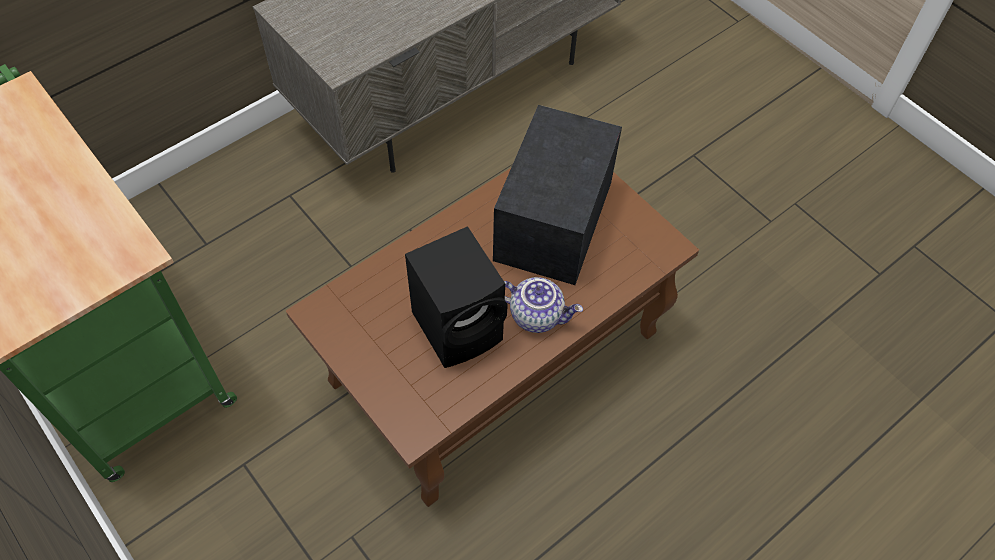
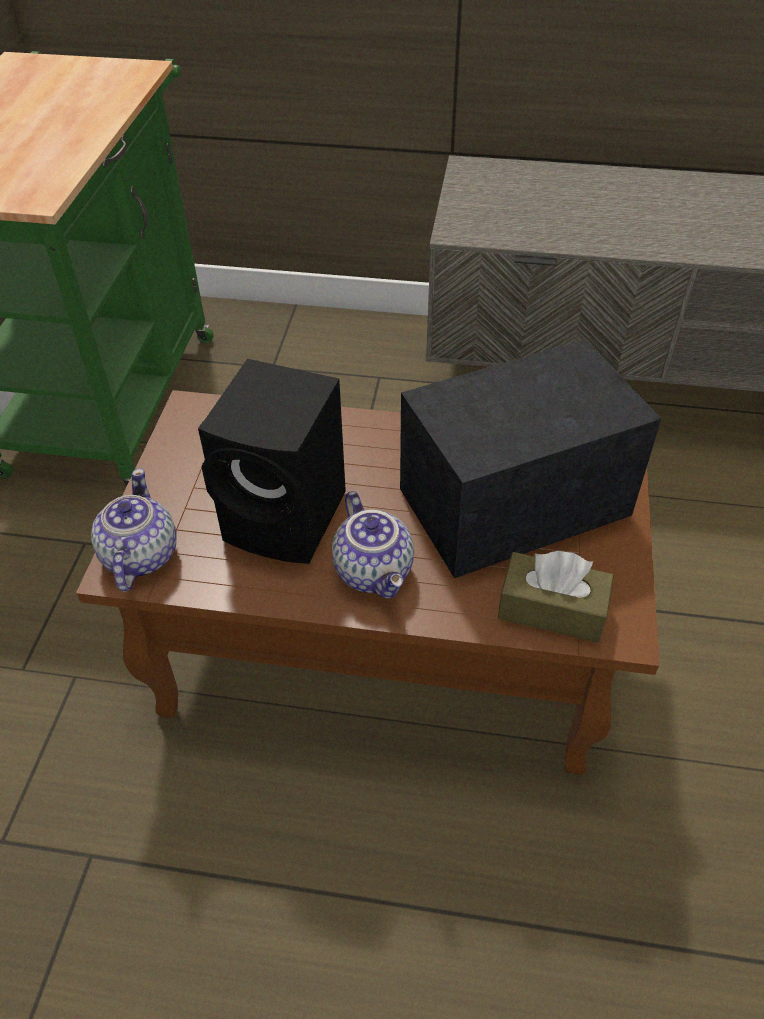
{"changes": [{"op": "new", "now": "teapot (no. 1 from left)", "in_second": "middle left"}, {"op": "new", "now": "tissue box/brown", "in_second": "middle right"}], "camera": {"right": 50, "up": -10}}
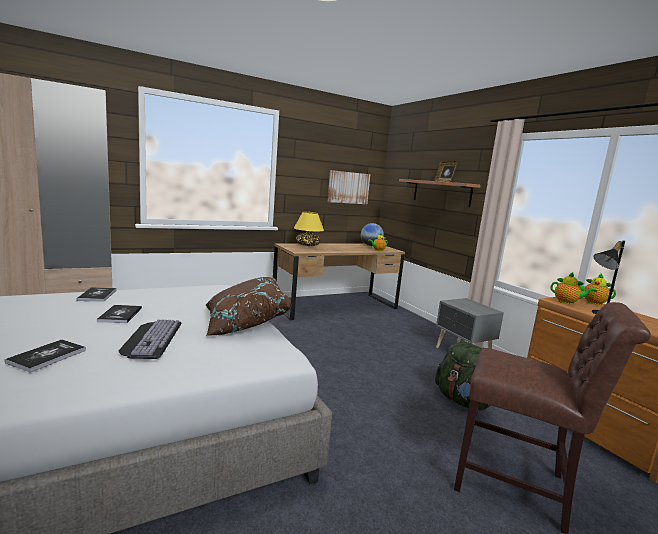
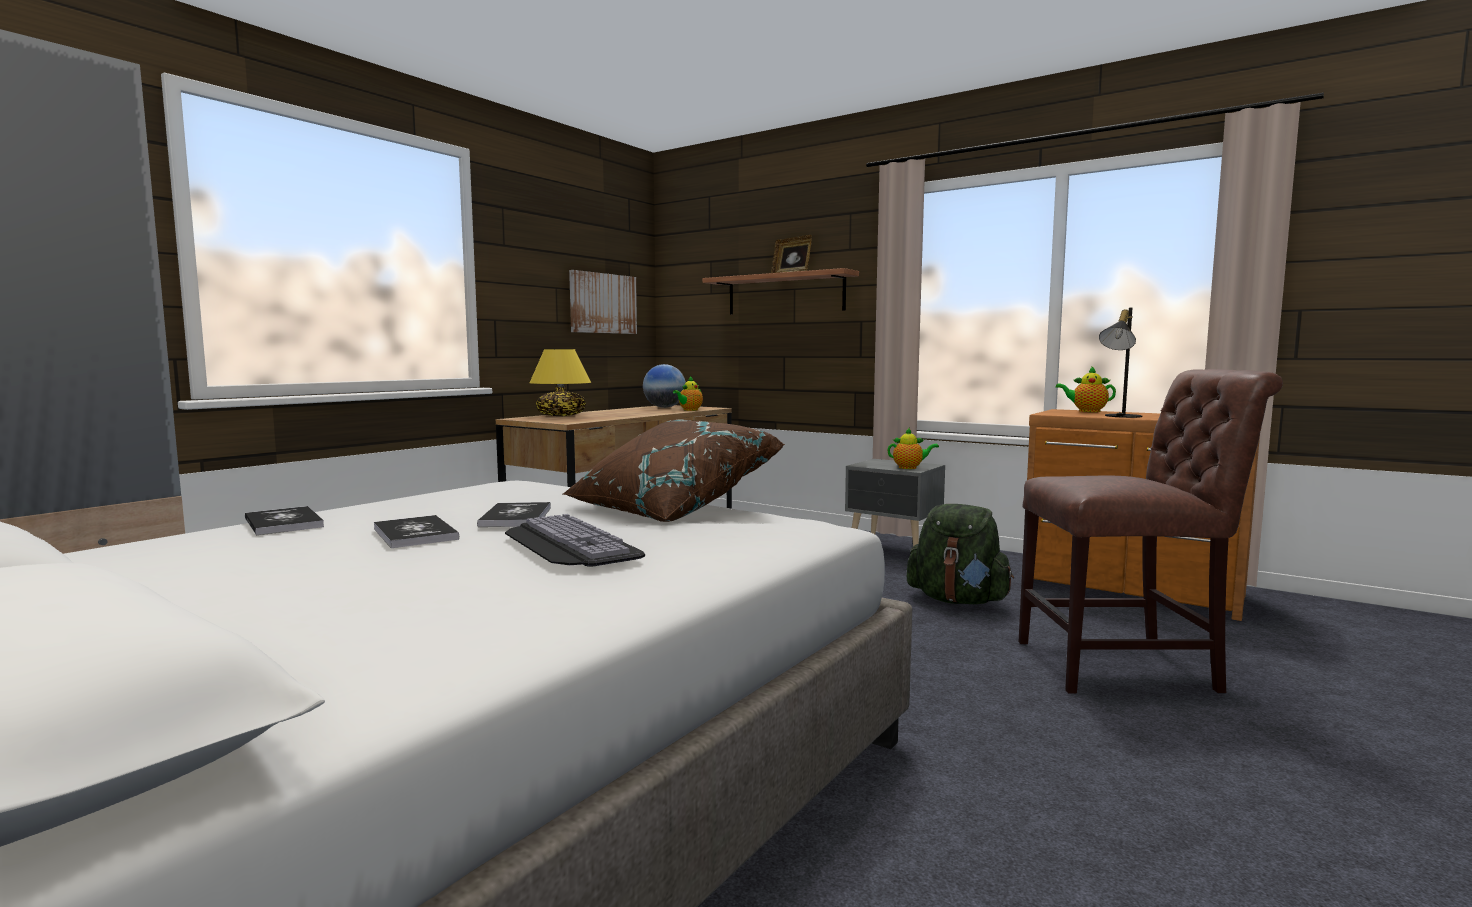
{"changes": [{"op": "shifted", "was": "teapot (no. 2 from left)", "in_first": "middle right", "in_second": "centre"}, {"op": "shifted", "was": "book (no. 1 from left in the first image)", "now": "book (no. 3 from left)", "in_first": "bottom left", "in_second": "centre"}], "camera": {"right": -25, "up": -5}}
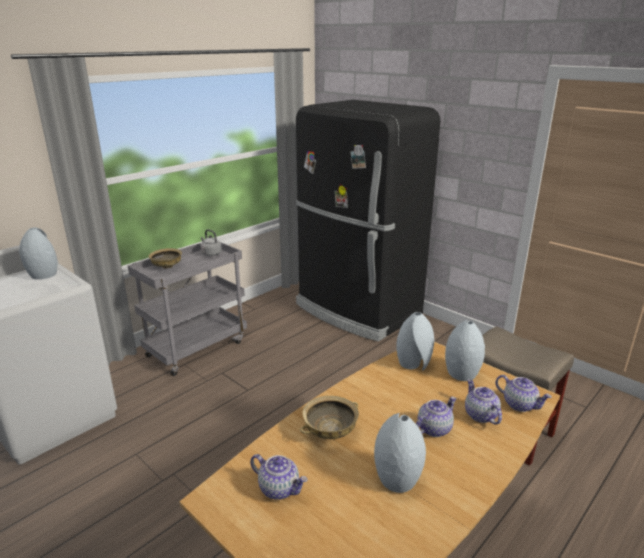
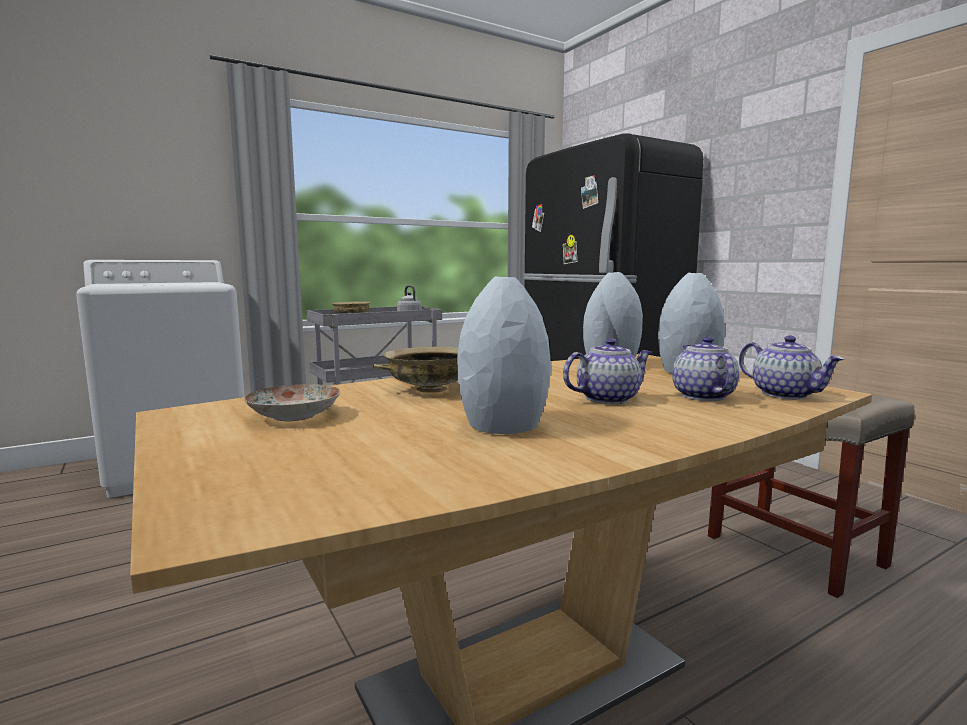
{"changes": [{"op": "gone", "was": "vase/grey (no. 1 from left)", "in_first": "middle left"}, {"op": "swapped", "was": "teapot (no. 1 from left)", "now": "plate", "in_first": "bottom centre", "in_second": "middle left"}], "camera": {"right": 15, "up": -15}}
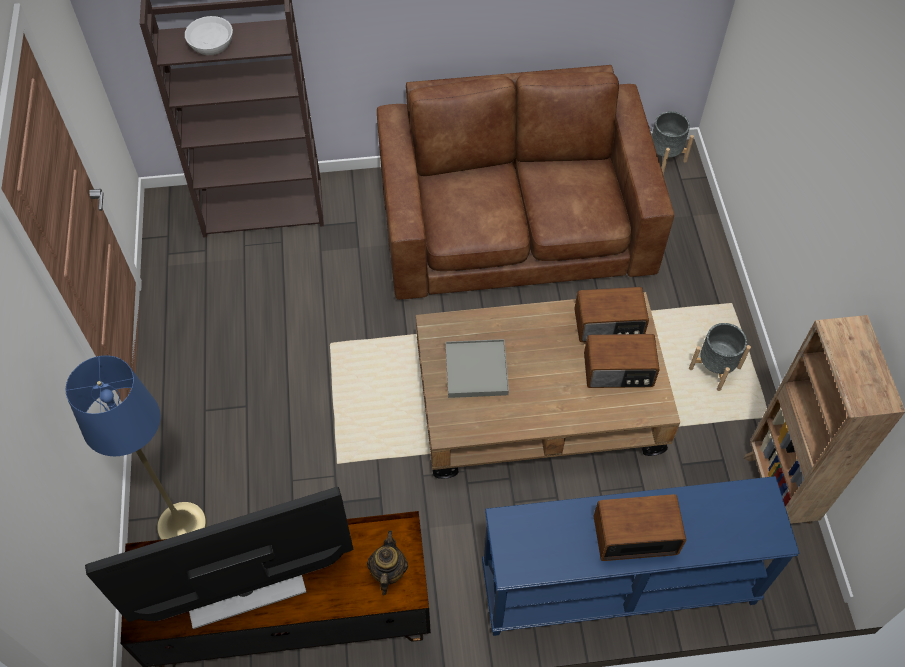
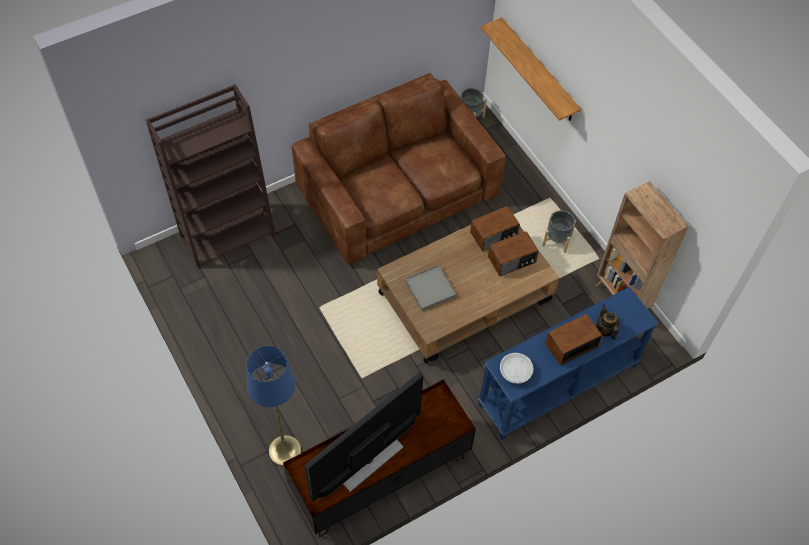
{"changes": [{"op": "shifted", "was": "bowl/white", "in_first": "top left", "in_second": "bottom centre"}, {"op": "shifted", "was": "teapot", "in_first": "bottom centre", "in_second": "middle right"}, {"op": "new", "now": "shelf", "in_second": "top centre"}], "camera": {"right": -25, "up": 0}}
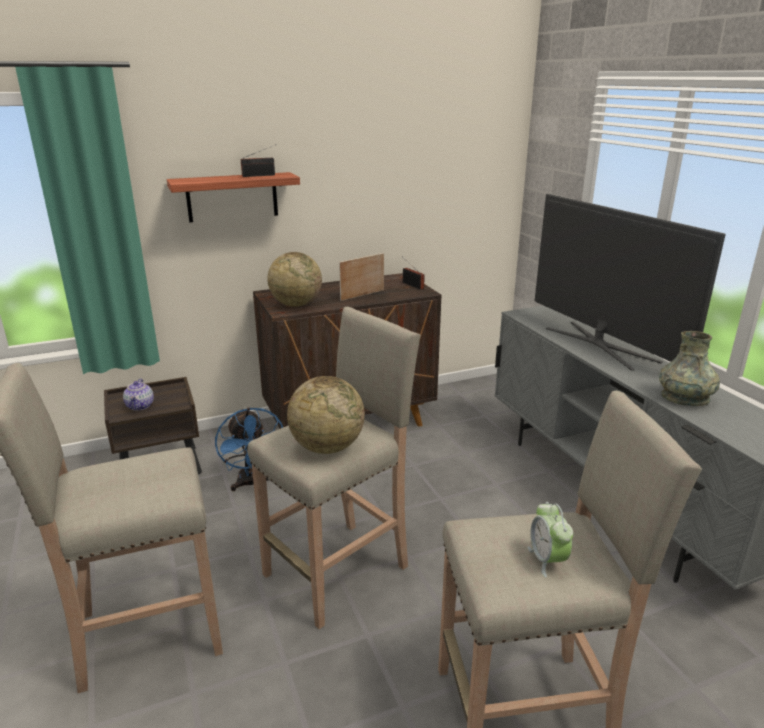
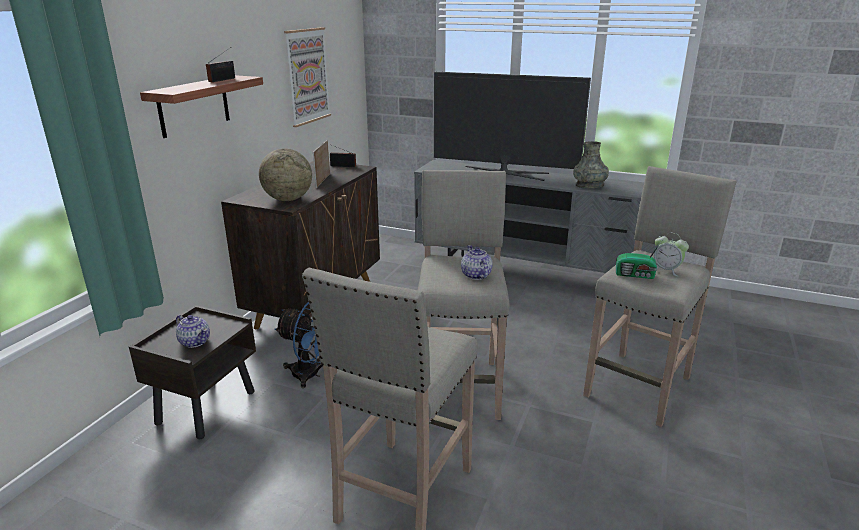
{"changes": [{"op": "swapped", "was": "globe (no. 2 from left)", "now": "teapot (no. 2 from left)", "in_first": "centre", "in_second": "centre"}, {"op": "new", "now": "picture", "in_second": "top centre"}, {"op": "new", "now": "radio (no. 3 from left)", "in_second": "middle right"}], "camera": {"right": -45, "up": 0}}
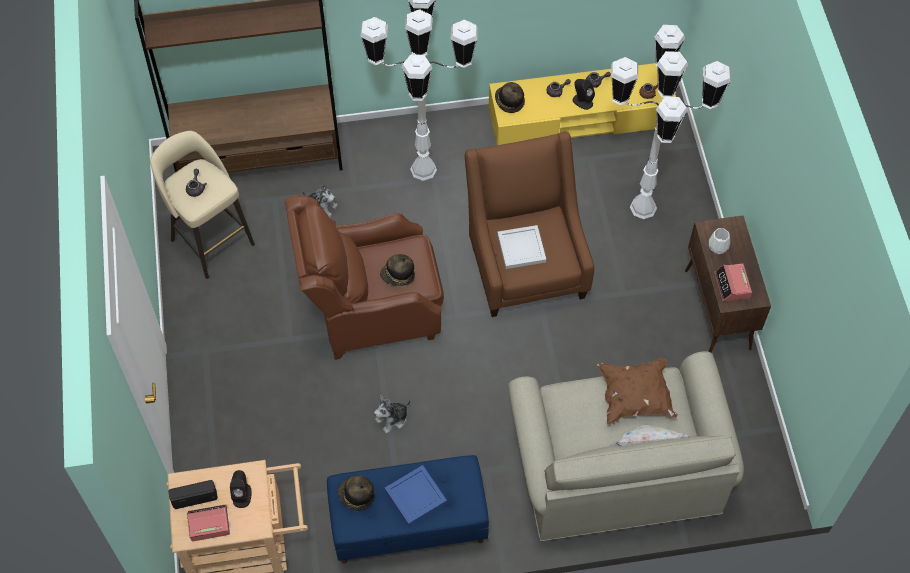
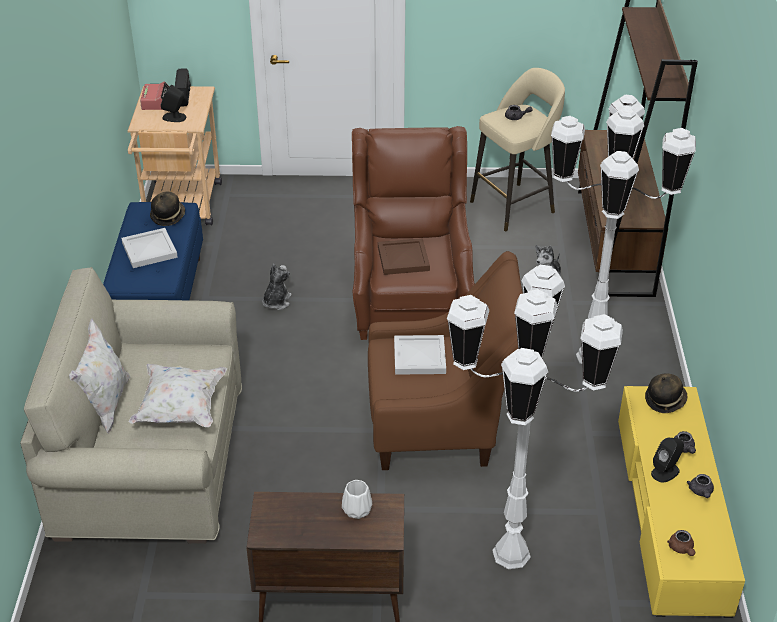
{"changes": [{"op": "swapped", "was": "hat (no. 2 from left)", "now": "tray/brown", "in_first": "centre", "in_second": "centre"}, {"op": "gone", "was": "alarm clock (no. 2 from left)", "in_first": "middle right"}, {"op": "repainted", "was": "pillow/brown", "now": "pillow/white (no. 2 from left)", "in_first": "bottom right", "in_second": "middle left"}, {"op": "rotated", "was": "plush toy (no. 2 from left in the first image)", "in_first": "bottom centre", "in_second": "centre", "clockwise": 45}, {"op": "repainted", "was": "tray/blue", "now": "tray/white (no. 1 from left)", "in_first": "bottom centre", "in_second": "middle left"}], "camera": {"right": 100, "up": -20}}
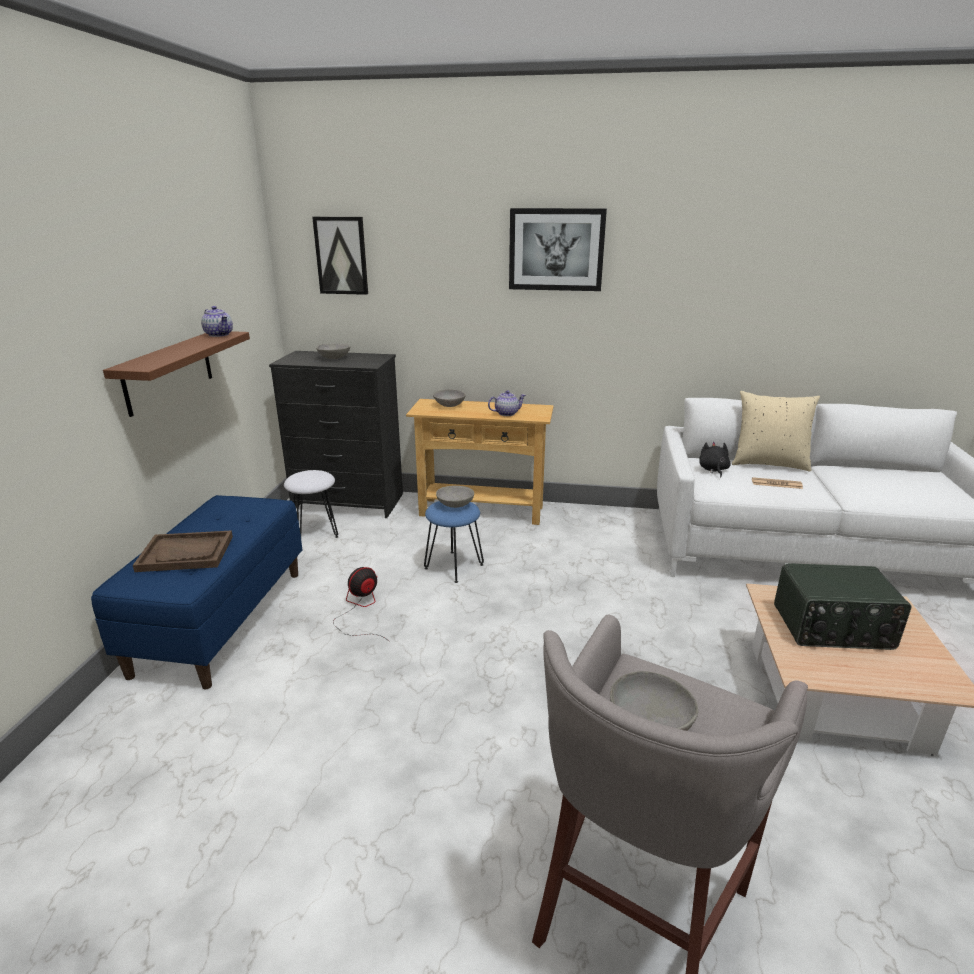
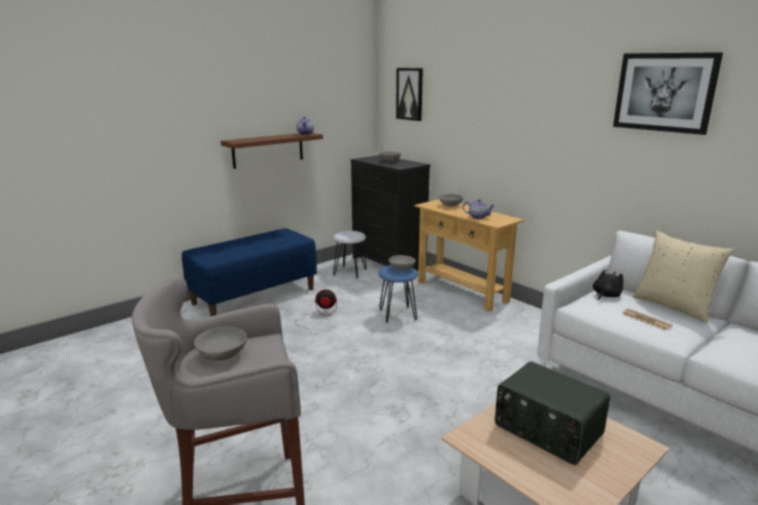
{"changes": [{"op": "shifted", "was": "picture (no. 2 from left)", "in_first": "top centre", "in_second": "top right"}, {"op": "gone", "was": "tray/brown", "in_first": "middle left"}], "camera": {"right": 40, "up": -5}}
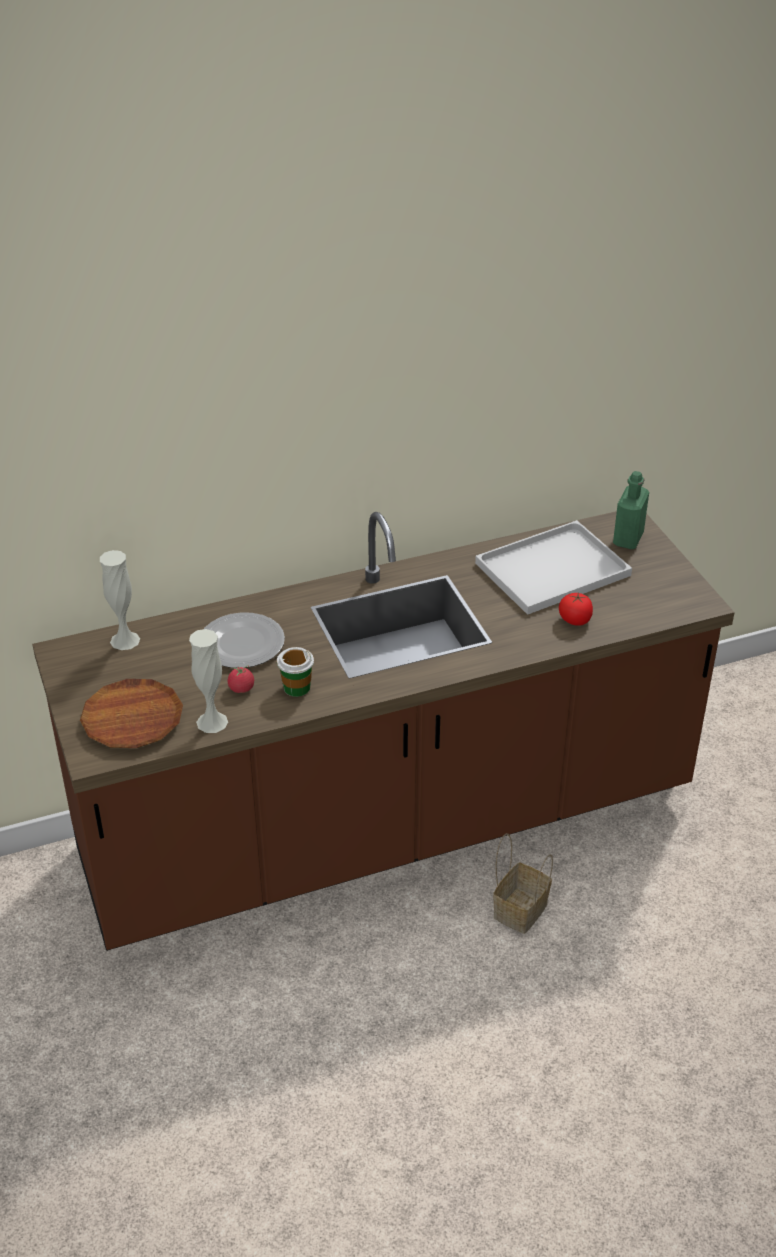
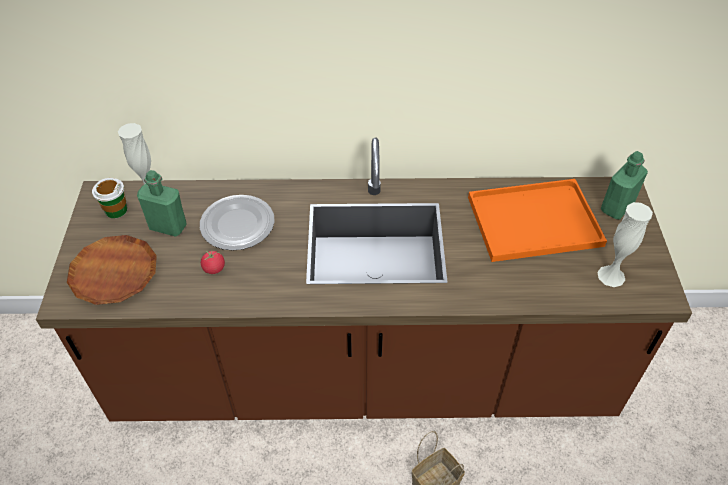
{"changes": [{"op": "repainted", "was": "tray/white", "now": "tray/orange", "in_first": "middle right", "in_second": "middle right"}, {"op": "gone", "was": "tomato (no. 2 from left)", "in_first": "middle right"}, {"op": "shifted", "was": "vase/white (no. 2 from left)", "in_first": "middle left", "in_second": "middle right"}, {"op": "shifted", "was": "cup", "in_first": "centre", "in_second": "middle left"}, {"op": "new", "now": "bottle/green (no. 1 from left)", "in_second": "middle left"}], "camera": {"right": 20, "up": 10}}
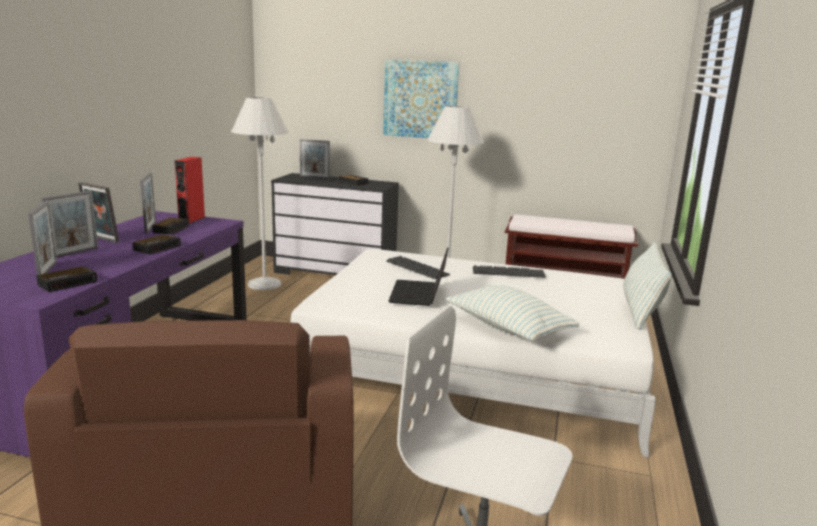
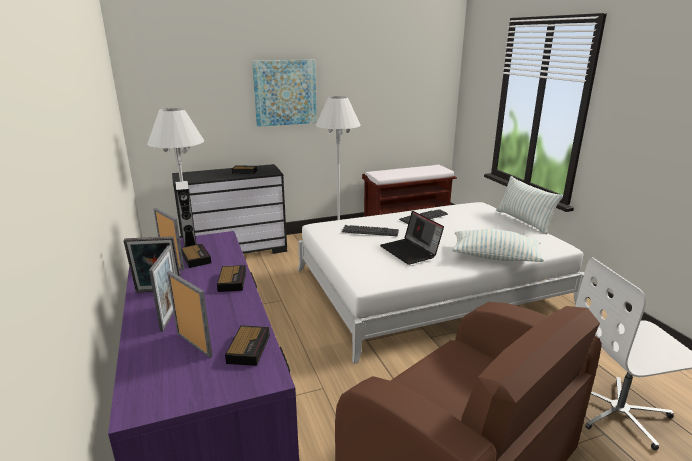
{"changes": [{"op": "gone", "was": "picture frame (no. 5 from left)", "in_first": "top centre"}, {"op": "repainted", "was": "speaker/red", "now": "speaker/grey", "in_first": "middle left", "in_second": "middle left"}], "camera": {"right": -35, "up": 5}}
